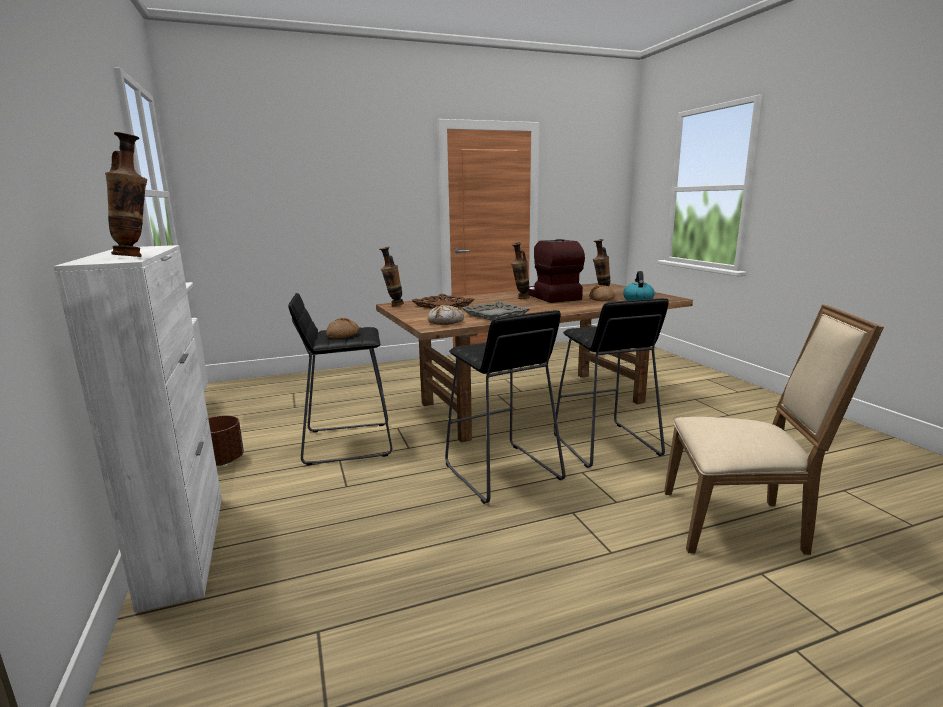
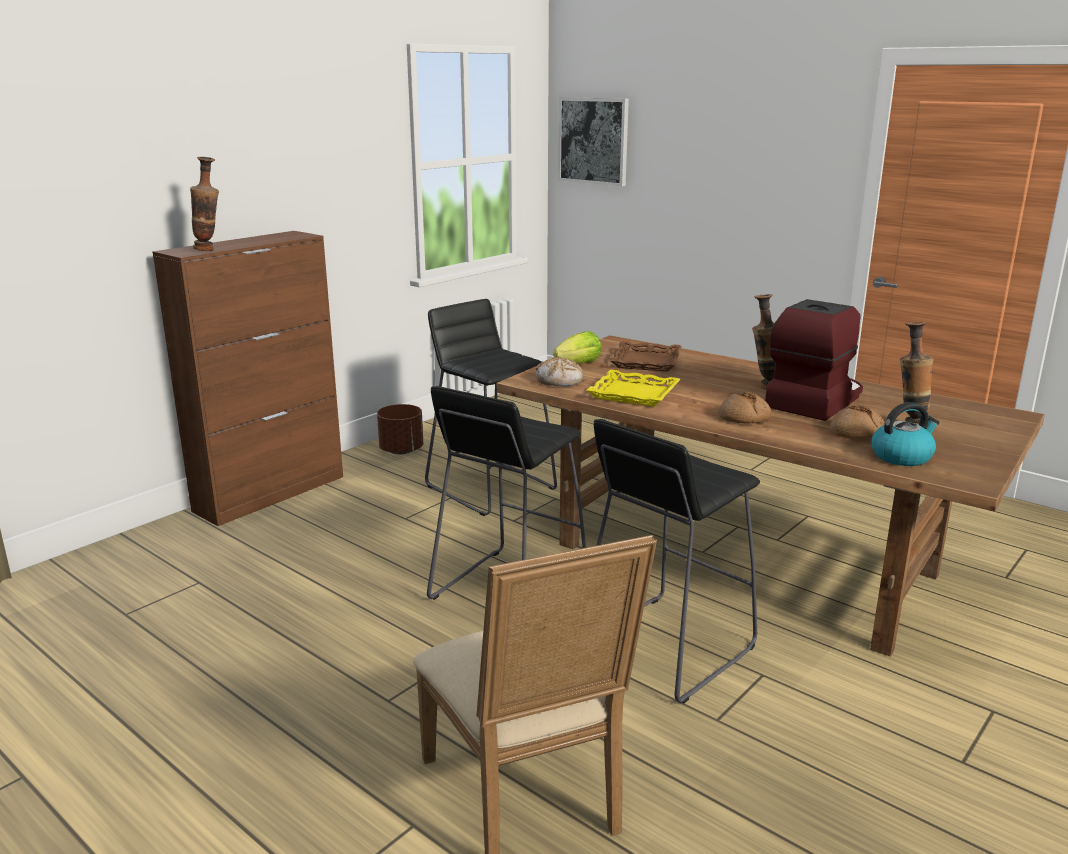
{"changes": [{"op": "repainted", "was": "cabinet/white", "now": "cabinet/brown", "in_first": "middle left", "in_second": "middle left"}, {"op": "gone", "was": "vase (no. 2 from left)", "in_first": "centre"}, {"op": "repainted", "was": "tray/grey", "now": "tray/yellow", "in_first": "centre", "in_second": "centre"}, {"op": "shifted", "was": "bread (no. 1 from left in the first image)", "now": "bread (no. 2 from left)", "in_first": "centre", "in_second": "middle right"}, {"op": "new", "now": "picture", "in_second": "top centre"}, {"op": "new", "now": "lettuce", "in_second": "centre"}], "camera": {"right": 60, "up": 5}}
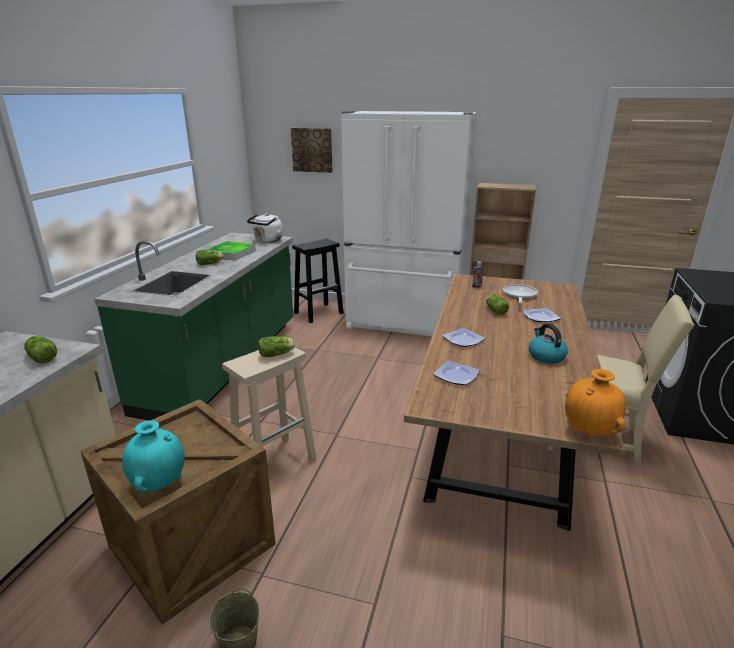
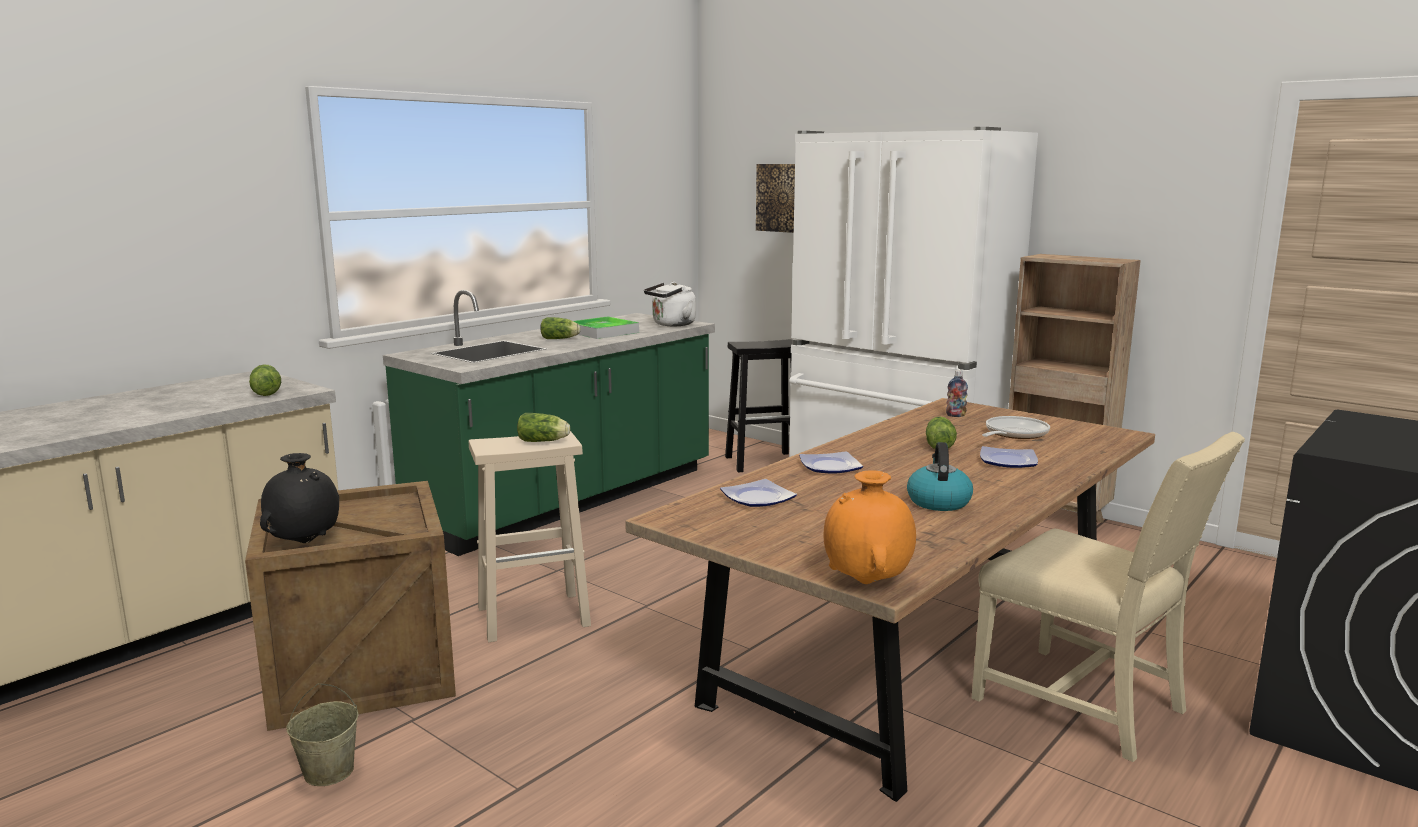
{"changes": [{"op": "repainted", "was": "vase/turquoise", "now": "vase/black", "in_first": "bottom left", "in_second": "middle left"}], "camera": {"right": 25, "up": -10}}
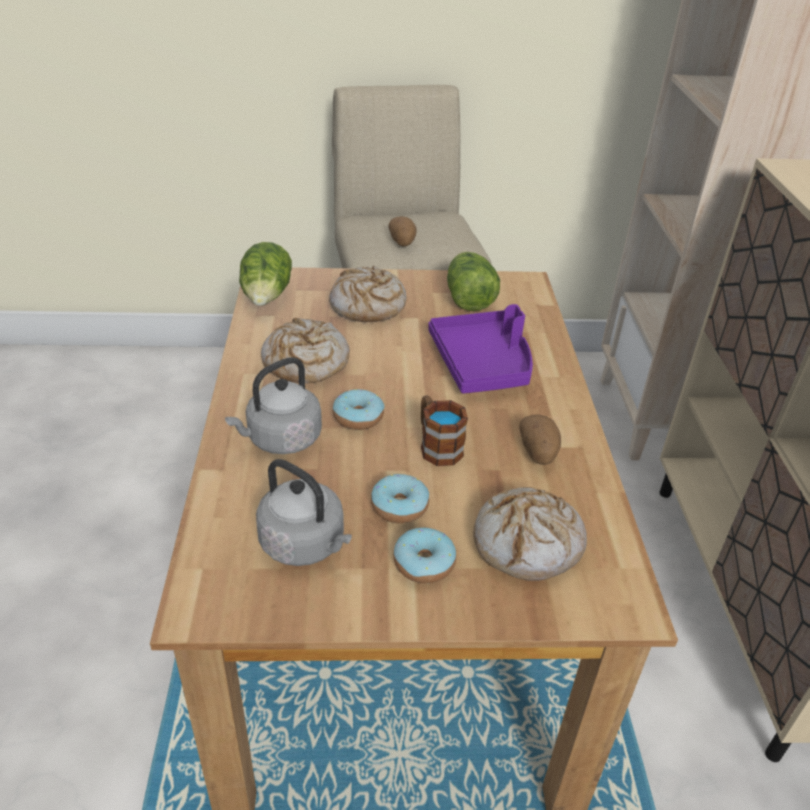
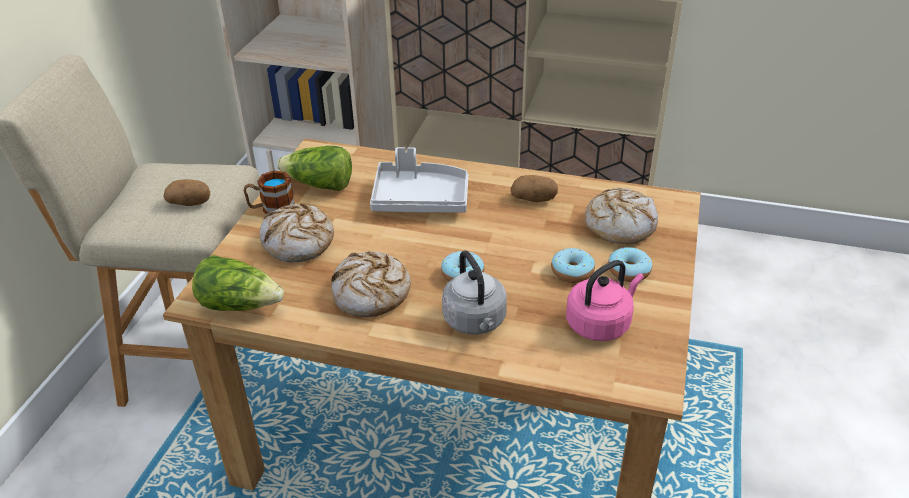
{"changes": [{"op": "repainted", "was": "tray/purple", "now": "tray/grey", "in_first": "centre", "in_second": "centre"}, {"op": "shifted", "was": "mug", "in_first": "centre", "in_second": "middle left"}, {"op": "repainted", "was": "kettle/grey (no. 2 from left)", "now": "kettle/pink", "in_first": "centre", "in_second": "centre"}], "camera": {"right": -70, "up": 0}}
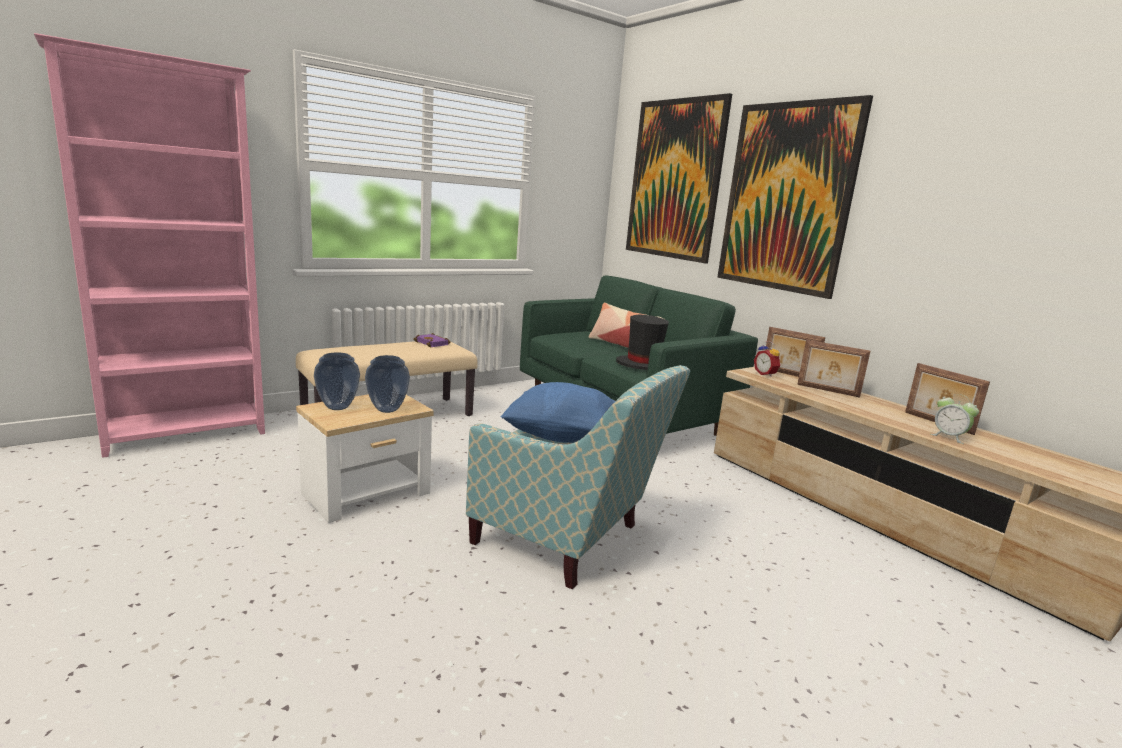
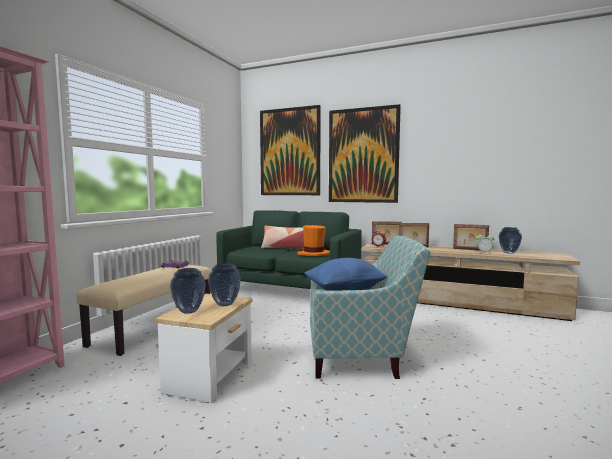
{"changes": [{"op": "repainted", "was": "hat/black", "now": "hat/orange", "in_first": "centre", "in_second": "centre"}, {"op": "new", "now": "vase (no. 3 from left)", "in_second": "middle right"}], "camera": {"right": -30, "up": -10}}
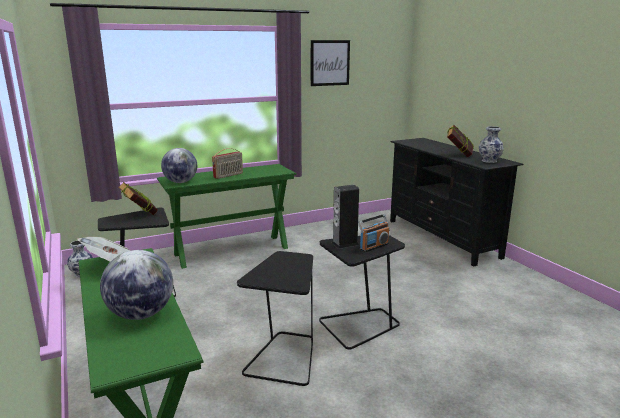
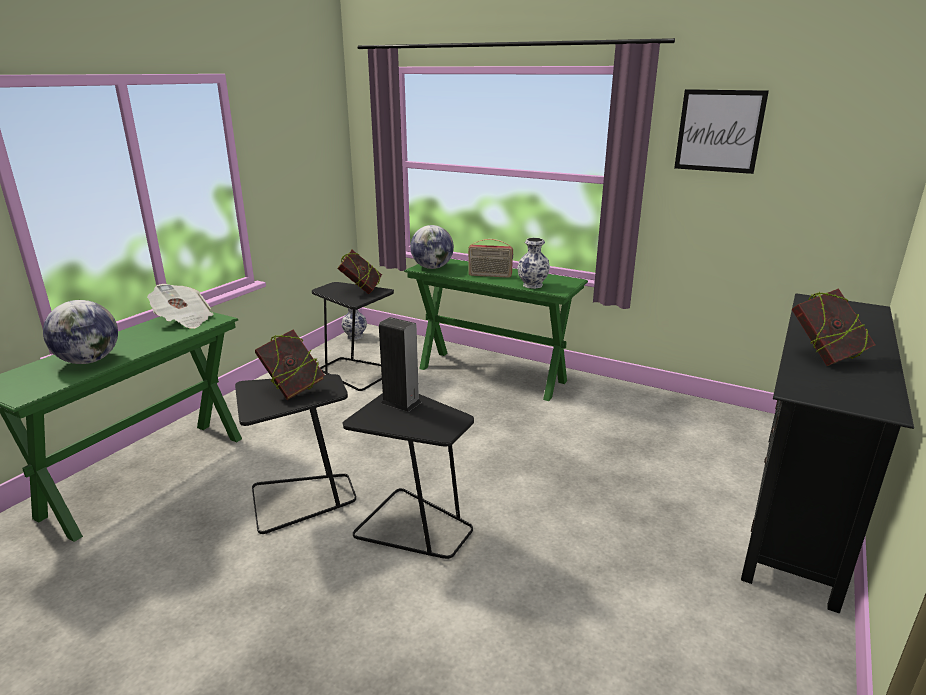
{"changes": [{"op": "shifted", "was": "vase (no. 2 from left)", "in_first": "middle right", "in_second": "centre"}, {"op": "gone", "was": "radio (no. 2 from left)", "in_first": "centre"}, {"op": "new", "now": "book (no. 1 from left)", "in_second": "middle left"}], "camera": {"right": 55, "up": 5}}
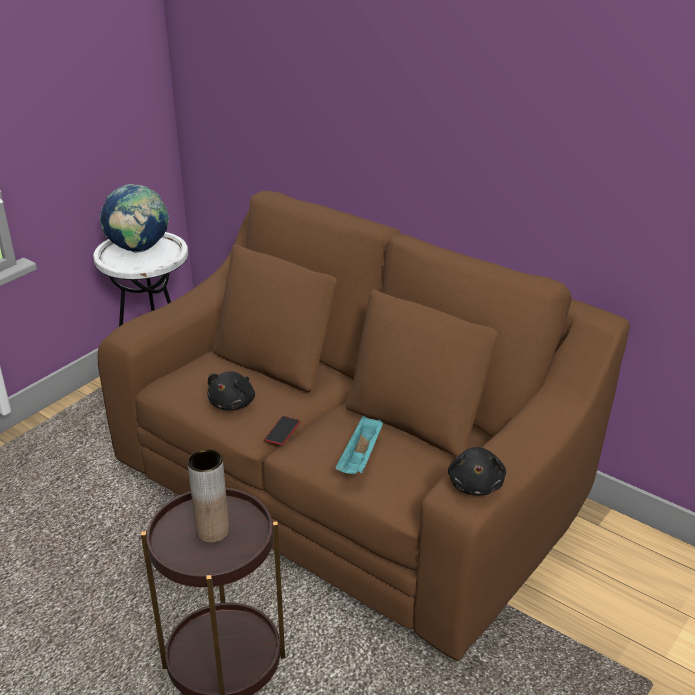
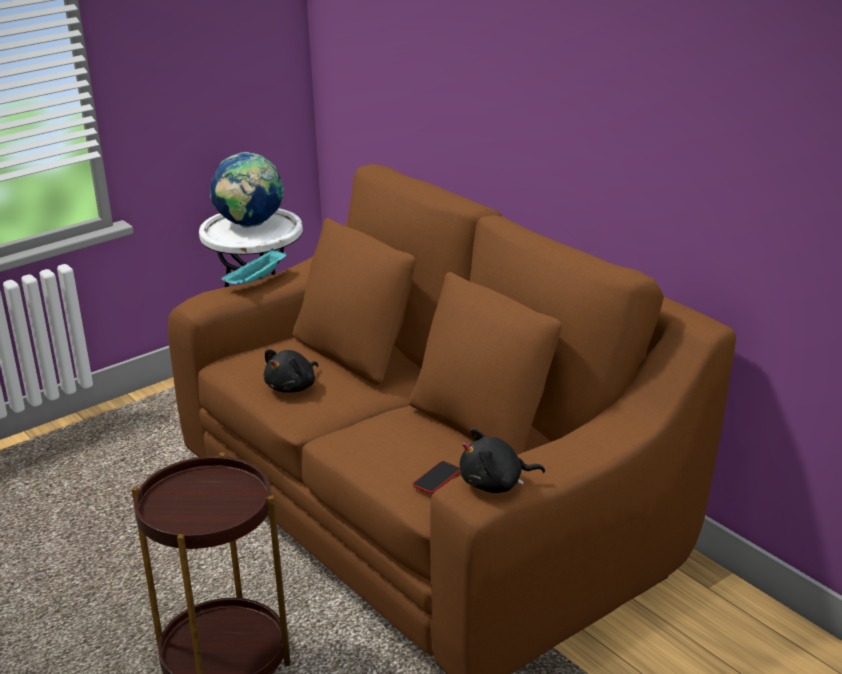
{"changes": [{"op": "shifted", "was": "phone", "in_first": "centre", "in_second": "bottom centre"}, {"op": "shifted", "was": "tray/turquoise", "in_first": "centre", "in_second": "middle left"}, {"op": "rotated", "was": "plush toy/black (no. 2 from left)", "in_first": "bottom right", "in_second": "bottom centre", "clockwise": 60}, {"op": "gone", "was": "vase/brown", "in_first": "bottom left"}], "camera": {"right": 15, "up": -5}}
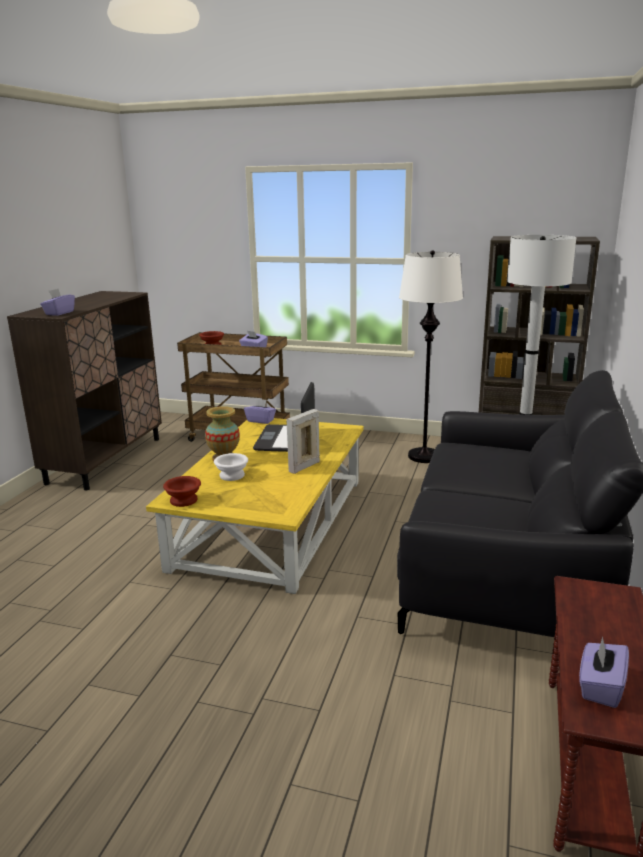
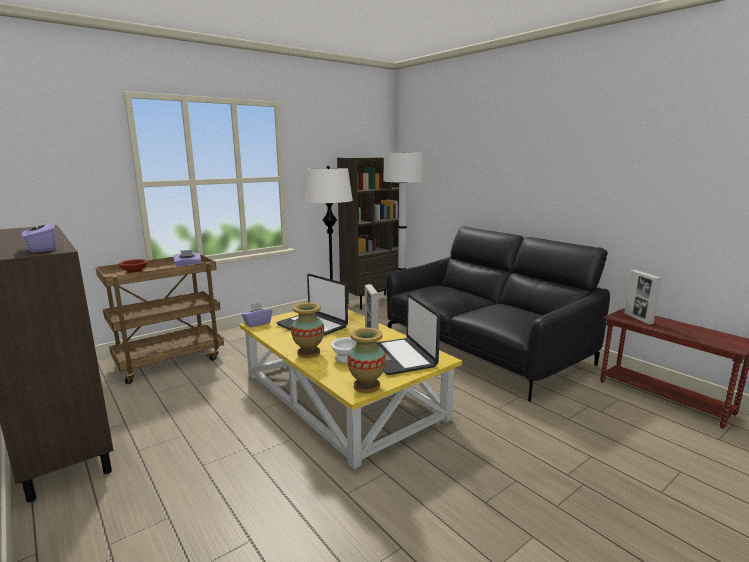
{"changes": [{"op": "swapped", "was": "bowl/brown (no. 1 from left)", "now": "vase (no. 2 from left)", "in_first": "middle left", "in_second": "centre"}, {"op": "gone", "was": "tissue box/purple (no. 4 from left)", "in_first": "bottom right"}, {"op": "new", "now": "picture frame (no. 2 from left)", "in_second": "middle right"}, {"op": "new", "now": "laptop (no. 2 from left)", "in_second": "centre"}], "camera": {"right": -55, "up": -5}}
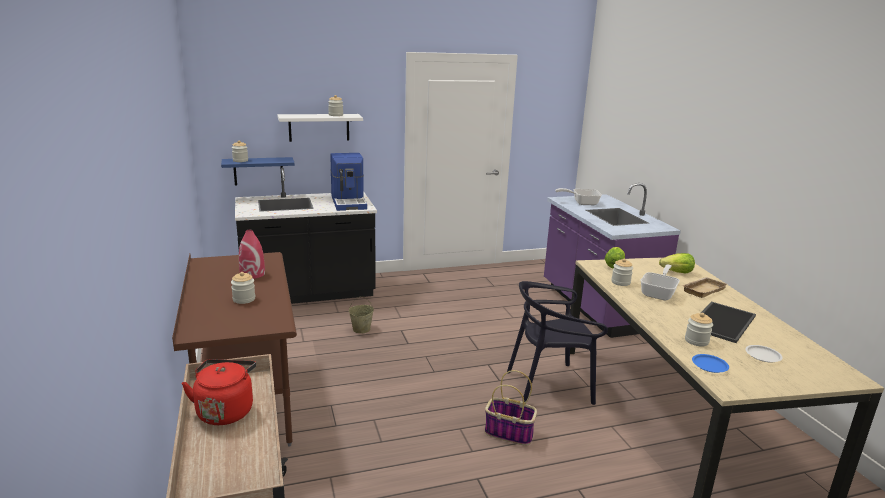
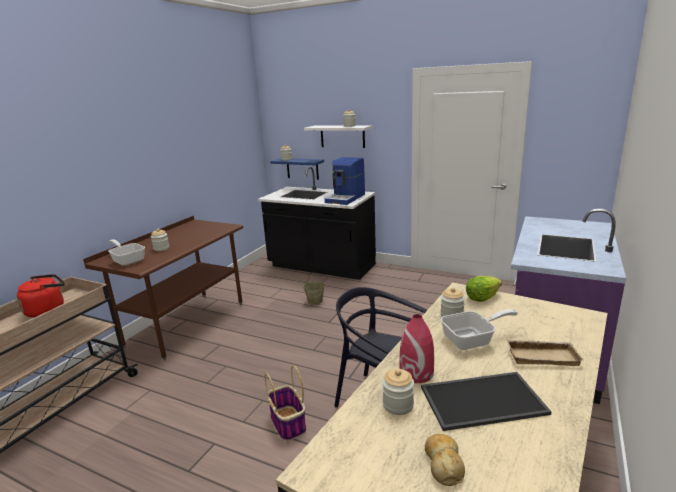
{"changes": [{"op": "shifted", "was": "frying pan (no. 1 from left)", "in_first": "centre", "in_second": "middle left"}, {"op": "shifted", "was": "vase/red", "in_first": "middle left", "in_second": "bottom centre"}, {"op": "gone", "was": "lettuce (no. 2 from left)", "in_first": "middle right"}, {"op": "swapped", "was": "plate/white", "now": "bread", "in_first": "bottom right", "in_second": "bottom centre"}, {"op": "gone", "was": "plate/blue", "in_first": "bottom right"}], "camera": {"right": 45, "up": 0}}
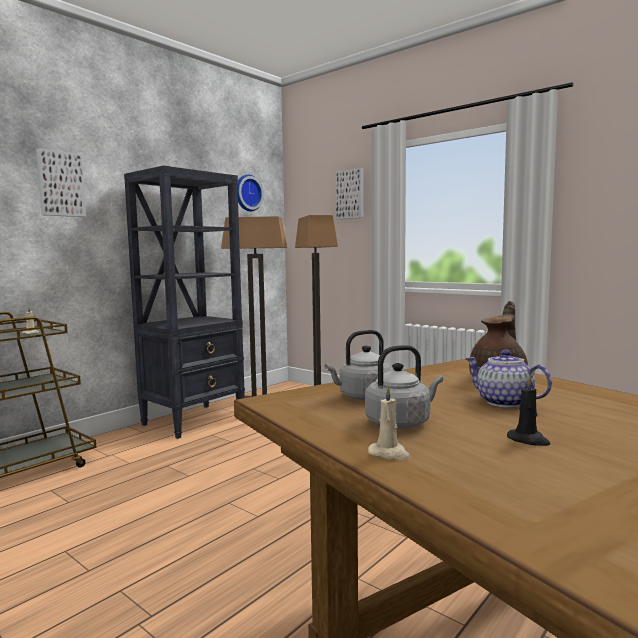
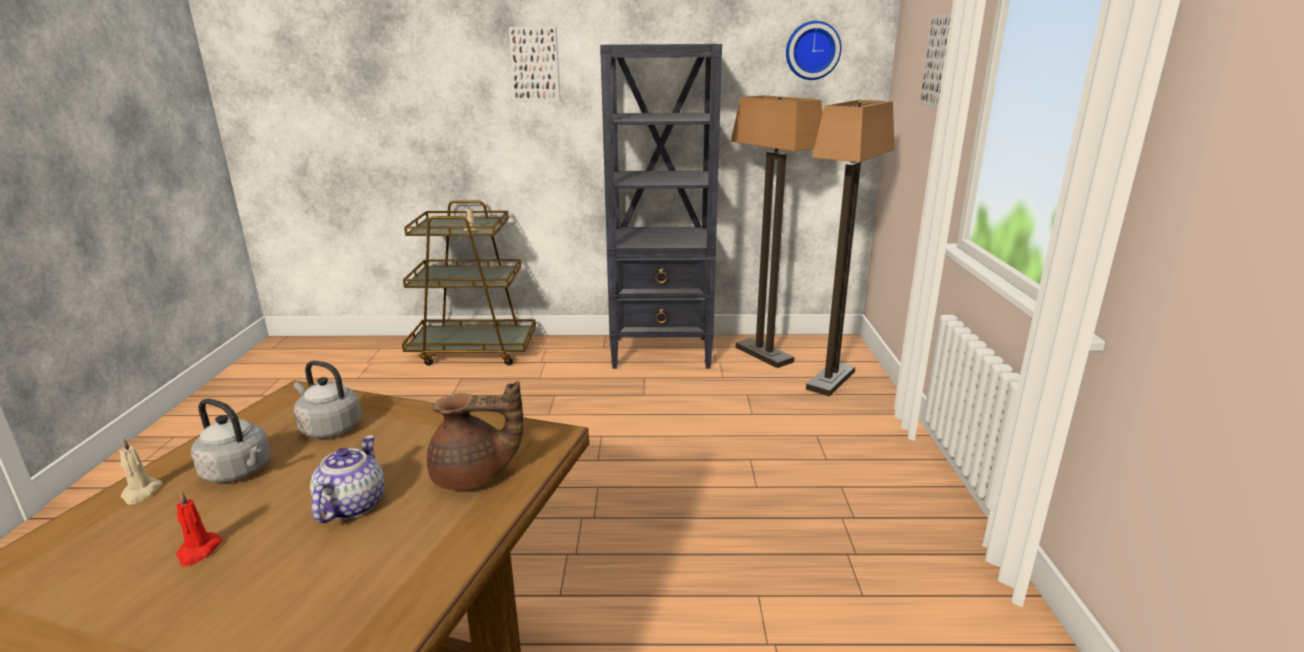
{"changes": [{"op": "repainted", "was": "candle/black", "now": "candle/red", "in_first": "middle right", "in_second": "bottom left"}], "camera": {"right": 50, "up": 15}}
